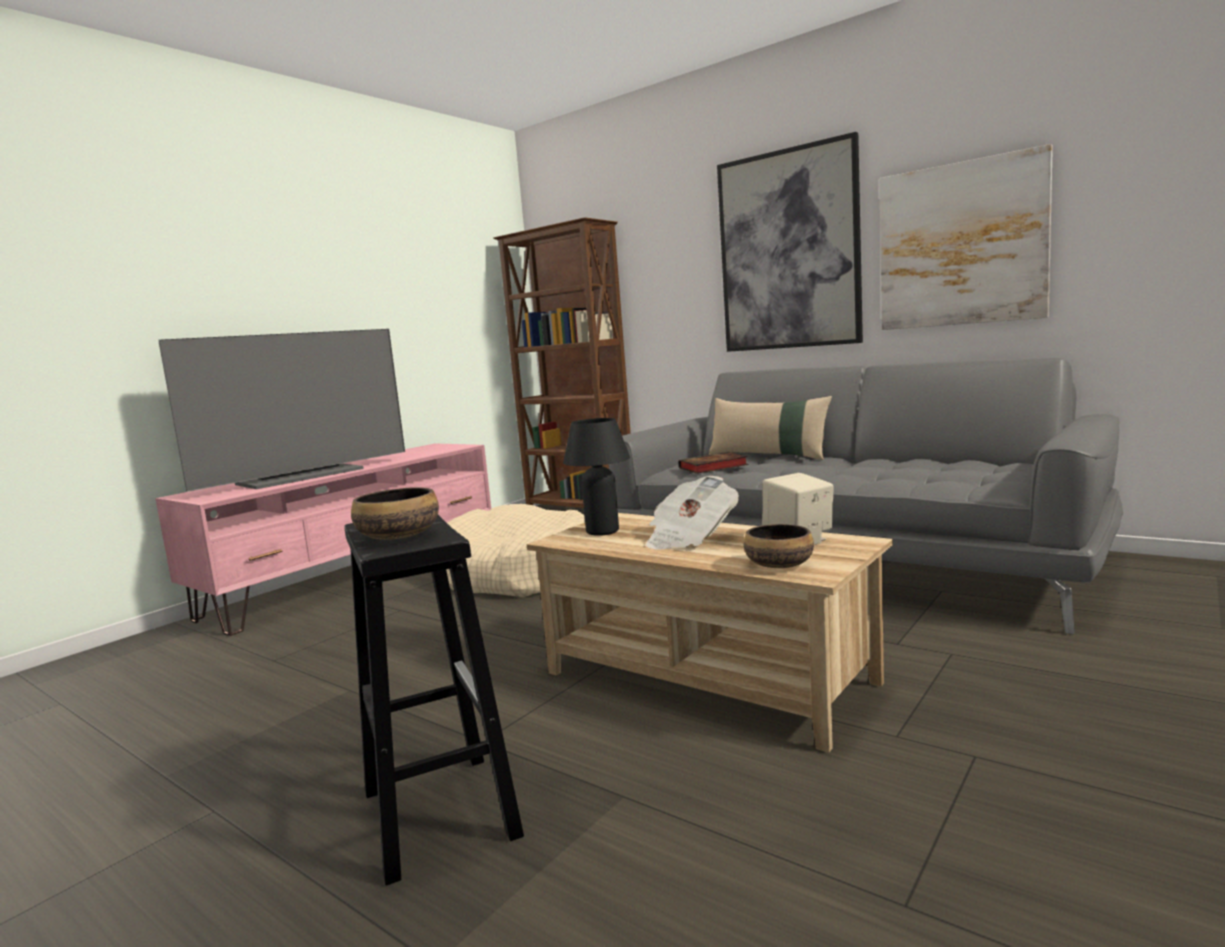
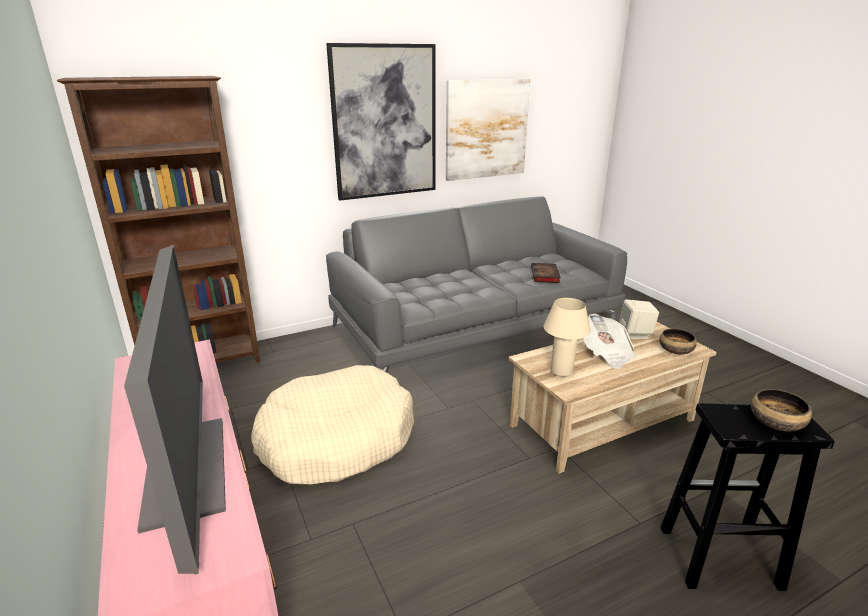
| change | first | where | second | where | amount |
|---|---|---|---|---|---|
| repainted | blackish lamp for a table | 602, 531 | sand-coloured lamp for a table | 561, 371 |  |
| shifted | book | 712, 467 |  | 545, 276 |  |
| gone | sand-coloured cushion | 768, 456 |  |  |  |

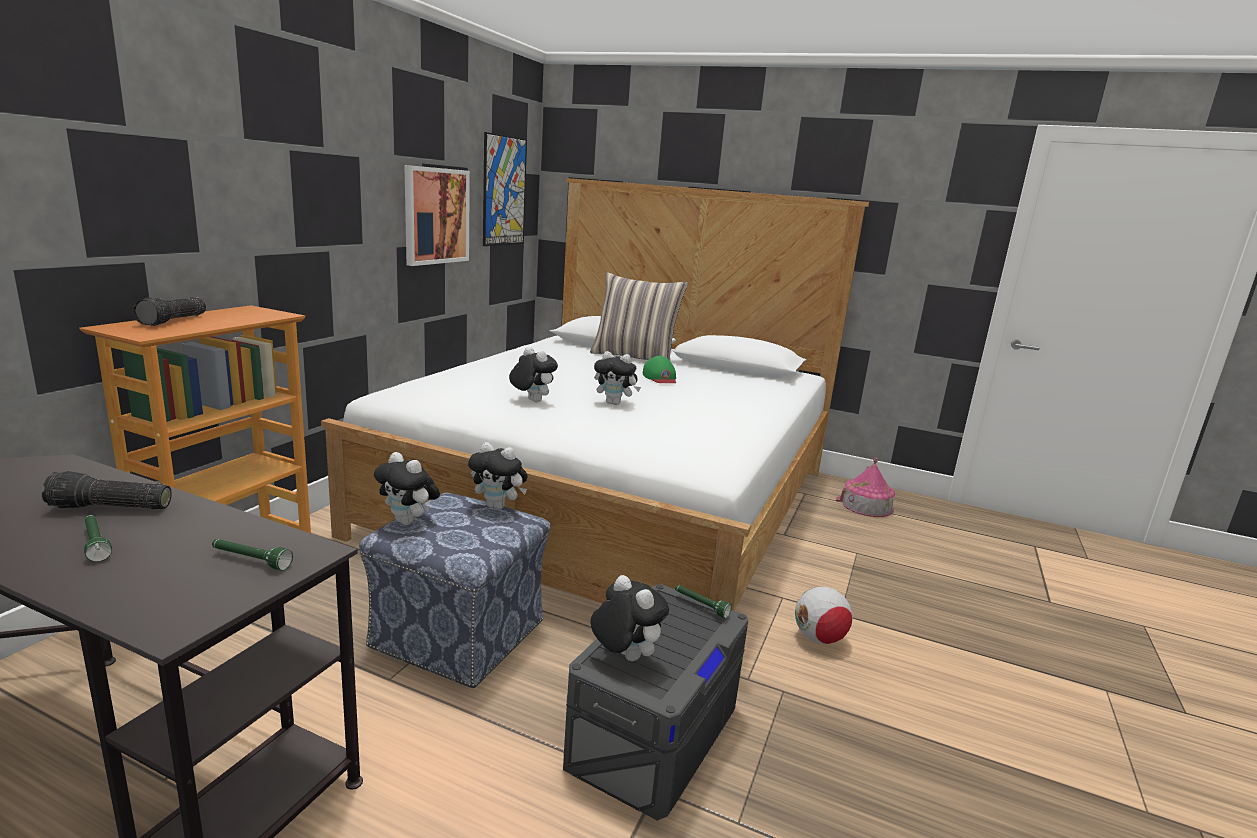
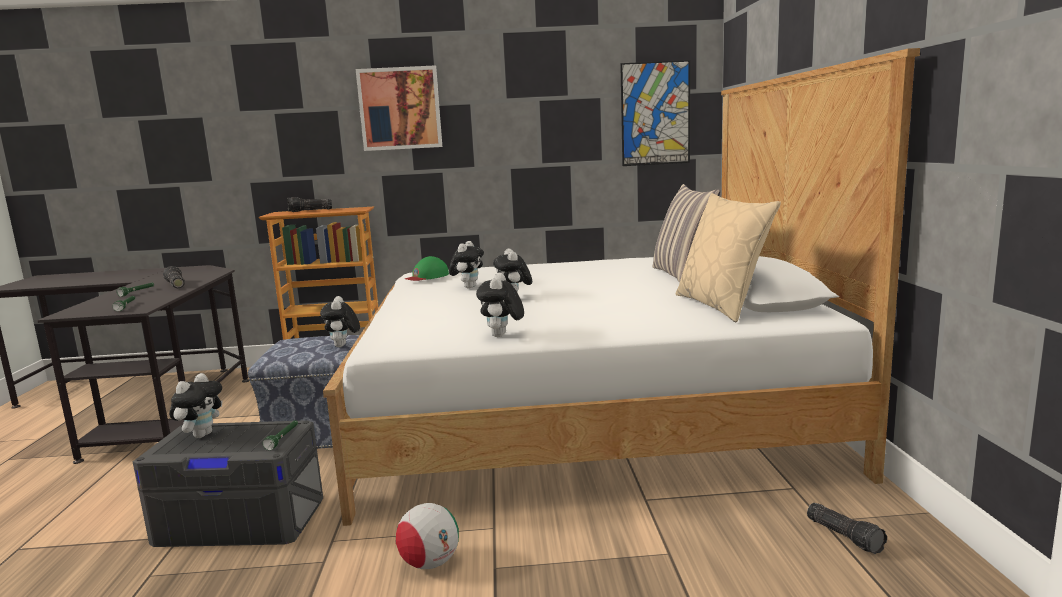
| change | first | where | second | where | amount |
|---|---|---|---|---|---|
| shifted | soft toy | 408, 521 |  | 502, 336 |  |
| shifted | picture | 436, 216 |  | 400, 108 |  |
| shifted | greenish cap | 660, 377 |  | 427, 276 |  |
| swapped | miniature house | 866, 505 | torch | 845, 536 |  |
| new |  |  | sand-coloured cushion | 722, 305 |  |

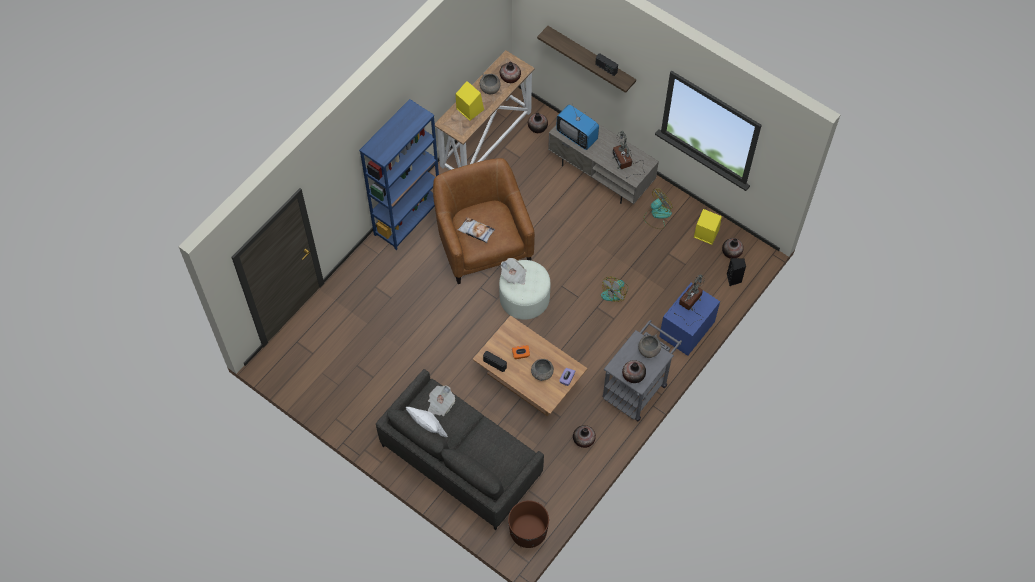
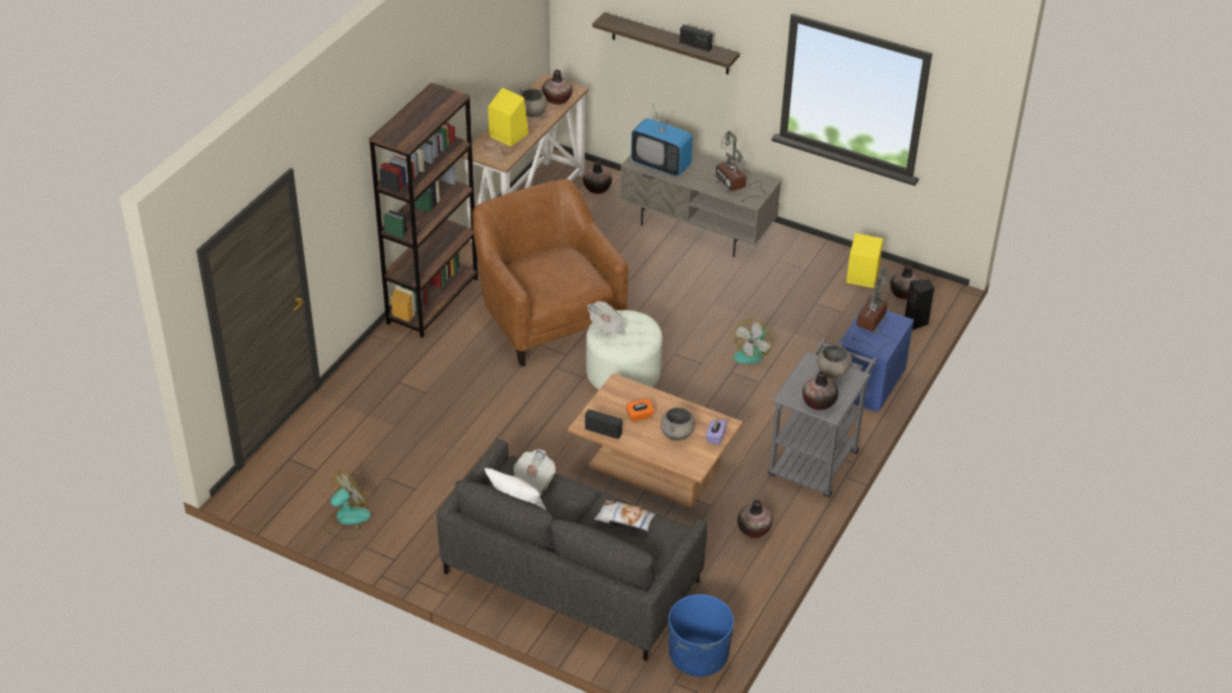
| change | first | where | second | where | amount |
|---|---|---|---|---|---|
| repainted | blue bookcase | 407, 218 | brown bookcase | 433, 300 |  |
| shifted | cushion | 476, 231 |  | 625, 519 |  |
| repainted | brown planter | 528, 531 | blue planter | 698, 656 |  |
| shifted | cooling fan | 657, 215 |  | 346, 520 |  |

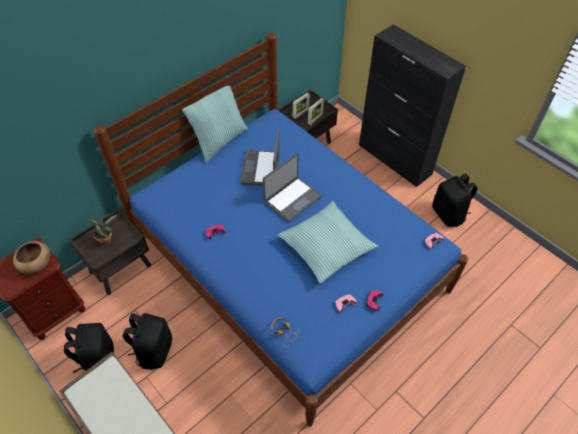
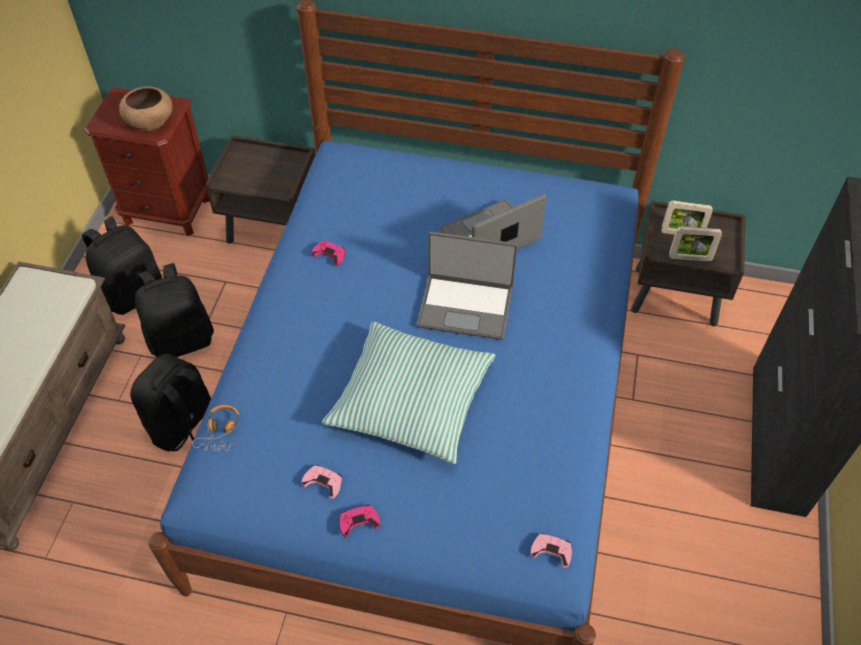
| change | first | where | second | where | amount |
|---|---|---|---|---|---|
| gone | houseplant | 107, 239 |  |  |  |
| gone | cushion | 219, 140 |  |  |  |
| shifted | blackish backpack | 449, 214 |  | 184, 426 |  |

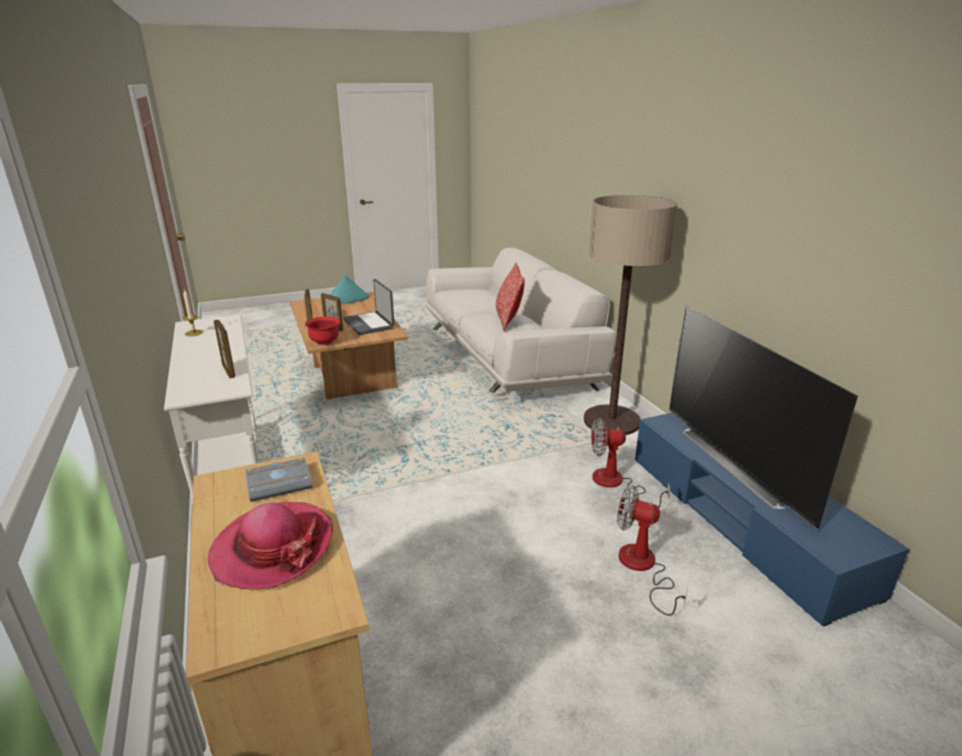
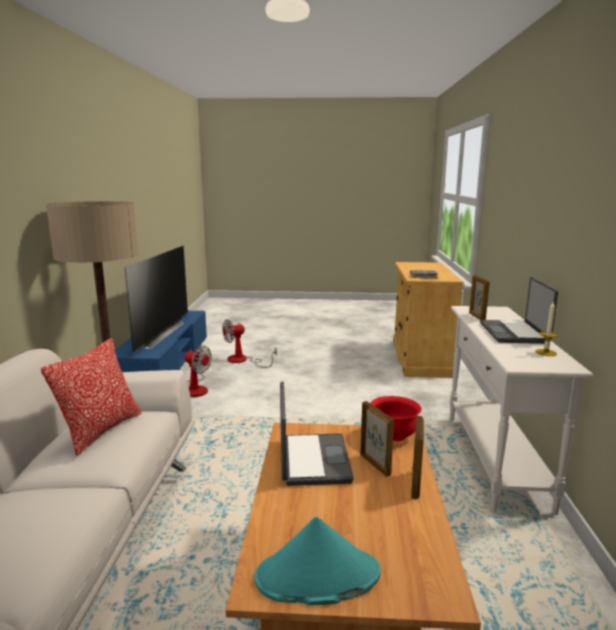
| change | first | where | second | where | amount |
|---|---|---|---|---|---|
| gone | wearable hat | 272, 548 |  |  |  |
| rotated | cooling fan | 642, 568 |  | 243, 360 | 105 degrees clockwise |
| new |  |  | portable computer | 514, 333 |  |

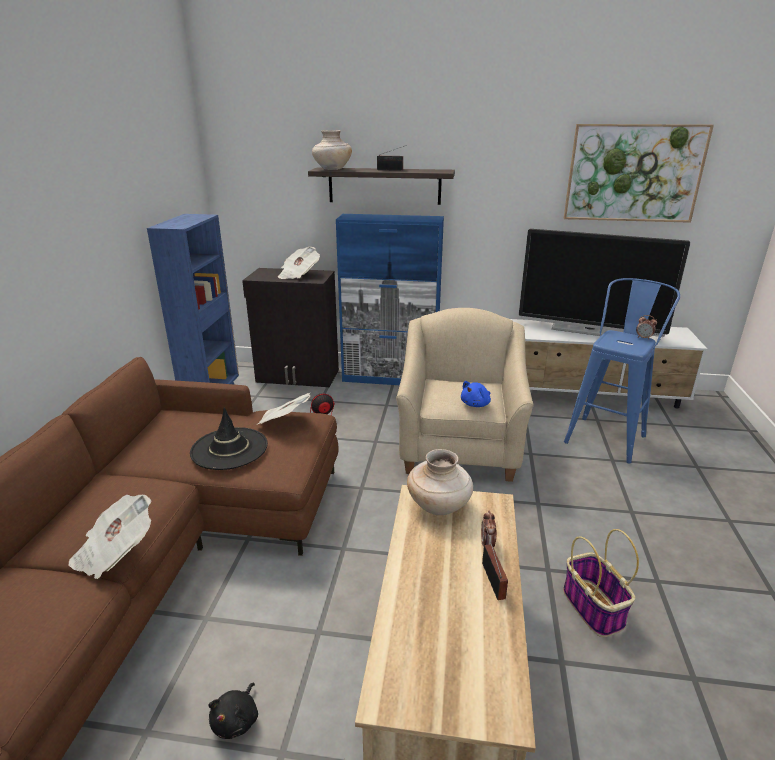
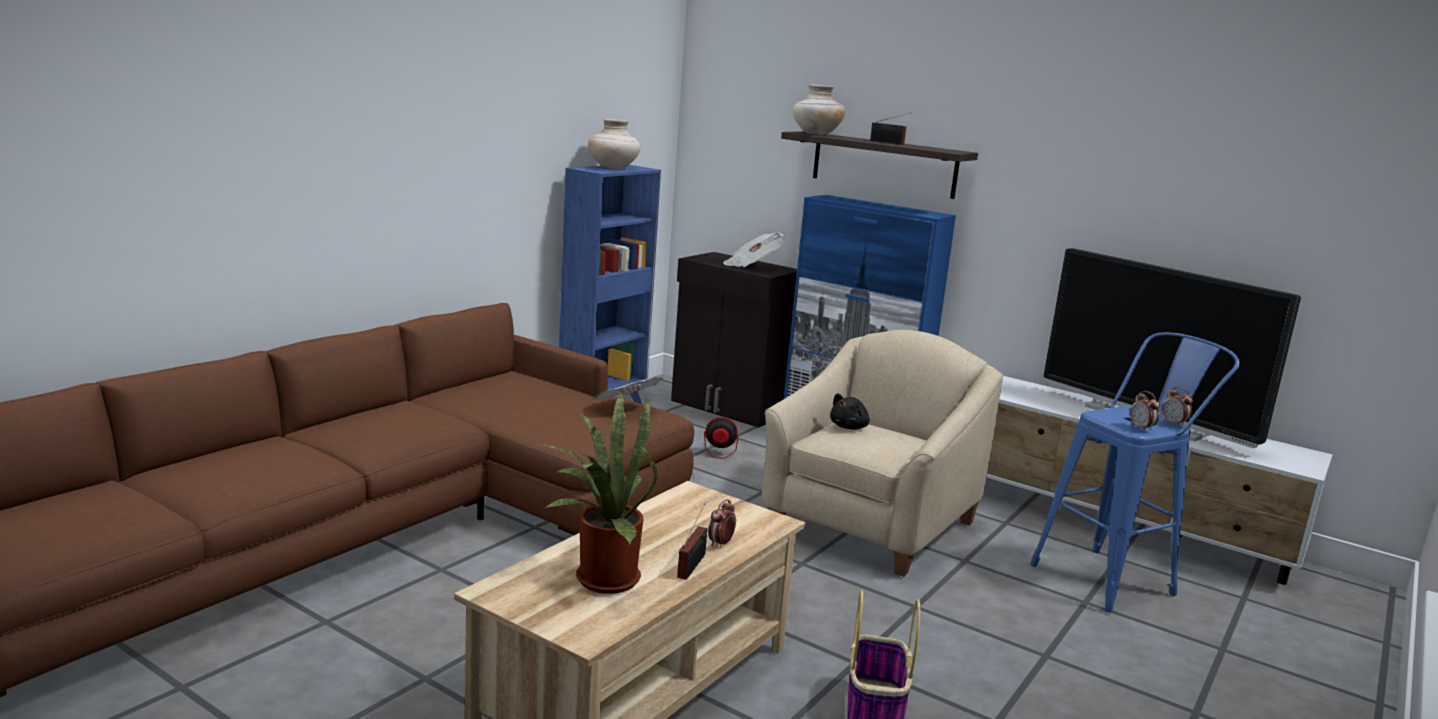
| change | first | where | second | where | amount |
|---|---|---|---|---|---|
| gone | printed paper | 115, 552 |  |  |  |
| gone | blackish wearable hat | 229, 449 |  |  |  |
| shifted | blackish soft toy | 237, 720 |  | 850, 427 |  |
| shifted | sand-coloured decorative vase | 439, 506 |  | 613, 168 |  |
| gone | blue soft toy | 476, 404 |  |  |  |
| gone | picture | 633, 173 |  |  |  |
| new |  |  | houseplant | 600, 579 |  |
| new |  |  | table clock | 1141, 428 |  |

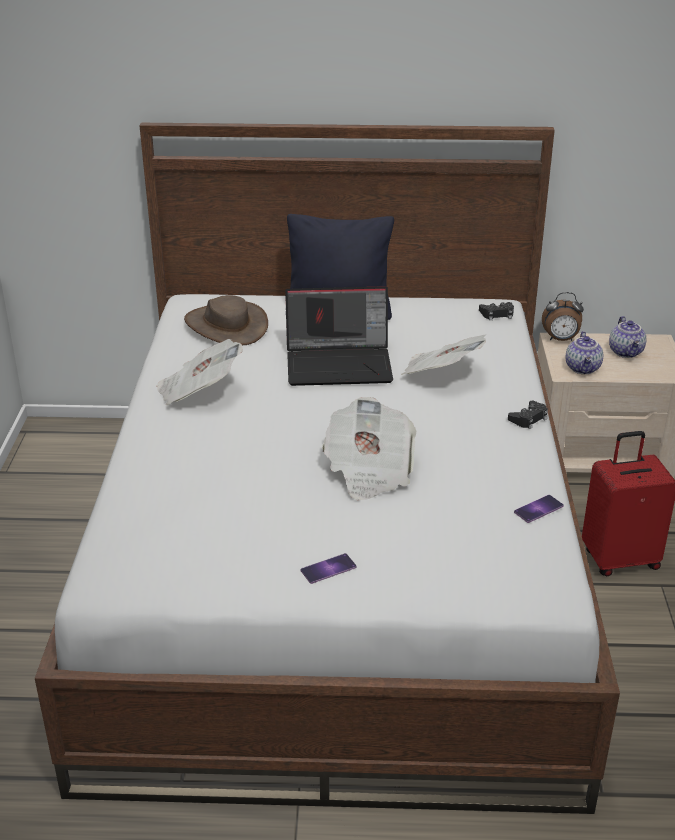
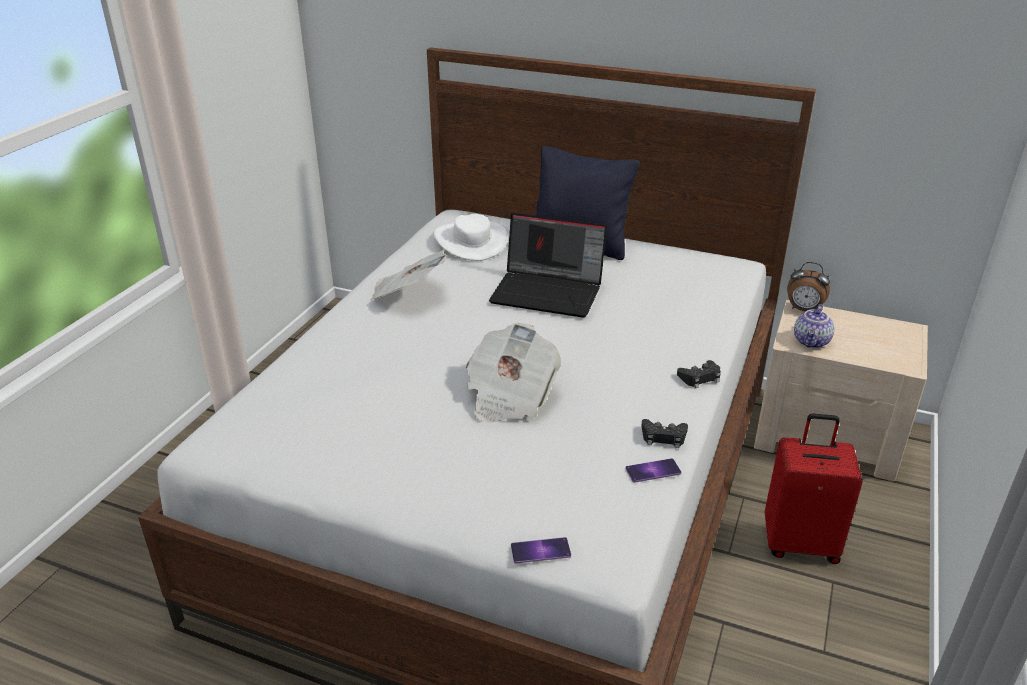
| change | first | where | second | where | amount |
|---|---|---|---|---|---|
| repainted | brown wearable hat | 226, 325 | white wearable hat | 471, 241 |  |
| shifted | handset | 328, 569 |  | 540, 550 |  |
| gone | printed paper | 441, 374 |  |  |  |
| shifted | blackish joypad | 497, 314 |  | 663, 437 |  |
| gone | pot for tea | 626, 352 |  |  |  |

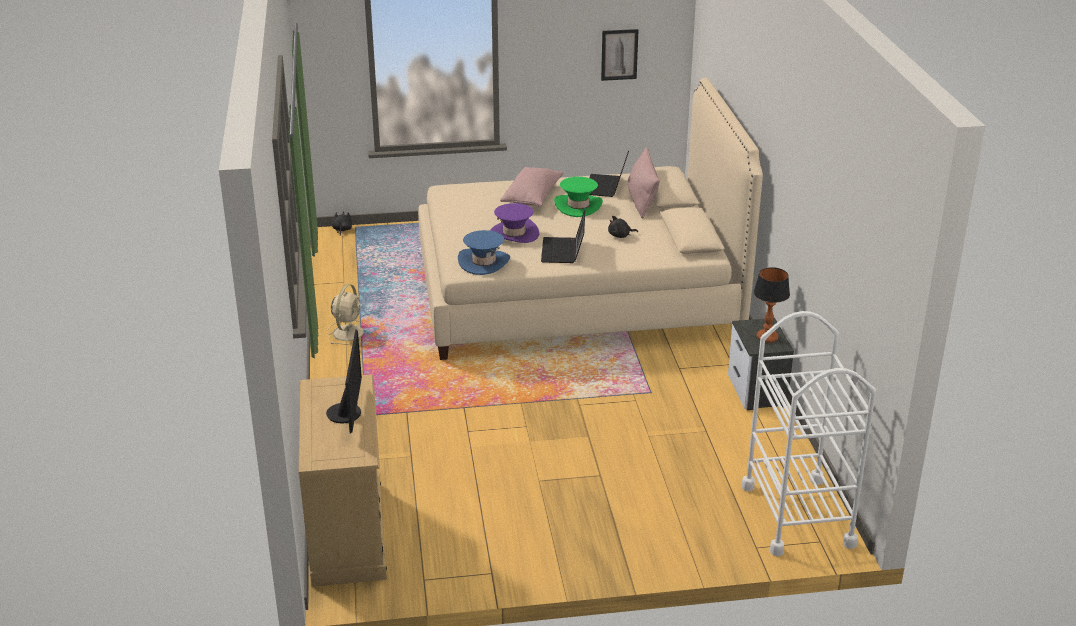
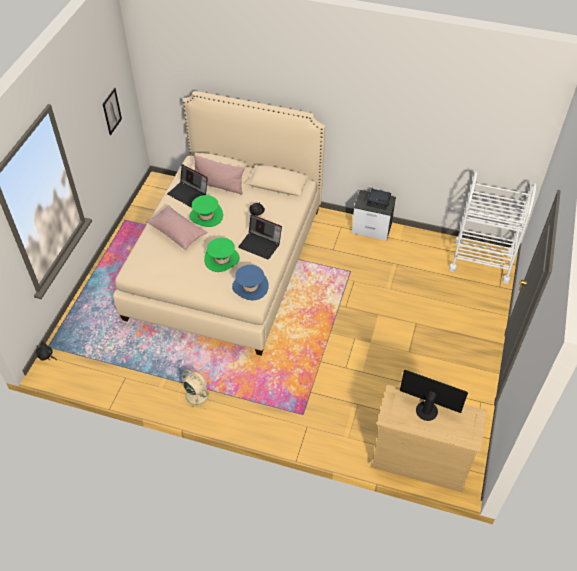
| change | first | where | second | where | amount |
|---|---|---|---|---|---|
| repainted | purple wearable hat | 514, 234 | greenish wearable hat | 222, 259 |  |
| swapped | lamp for a table | 767, 338 | table clock | 378, 201 |  |

